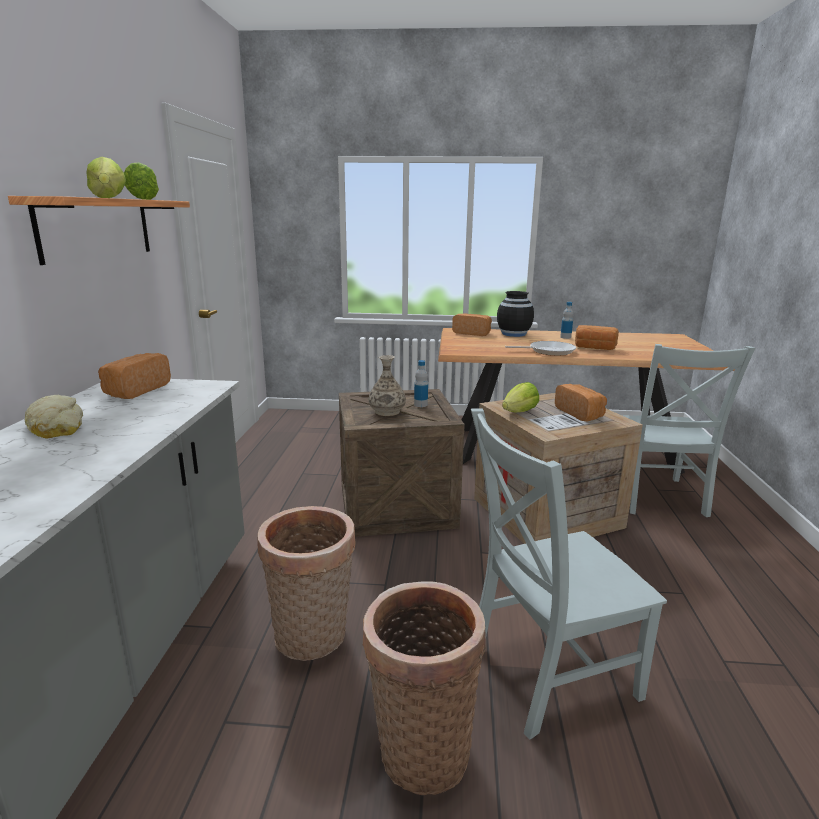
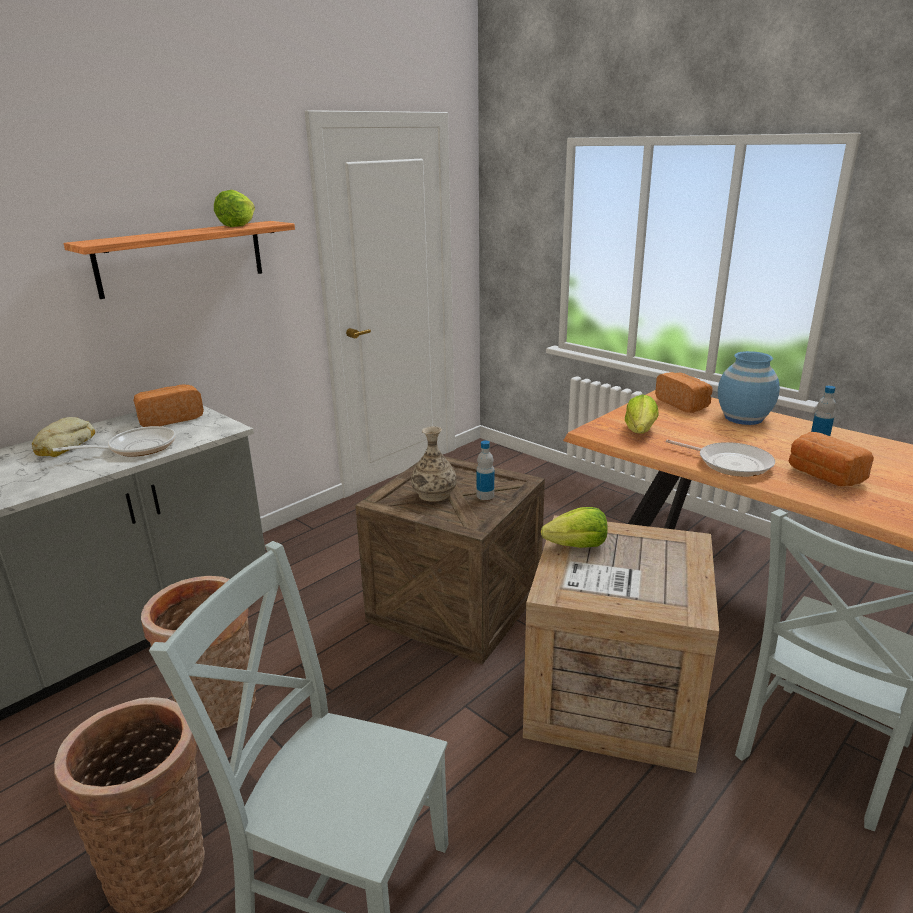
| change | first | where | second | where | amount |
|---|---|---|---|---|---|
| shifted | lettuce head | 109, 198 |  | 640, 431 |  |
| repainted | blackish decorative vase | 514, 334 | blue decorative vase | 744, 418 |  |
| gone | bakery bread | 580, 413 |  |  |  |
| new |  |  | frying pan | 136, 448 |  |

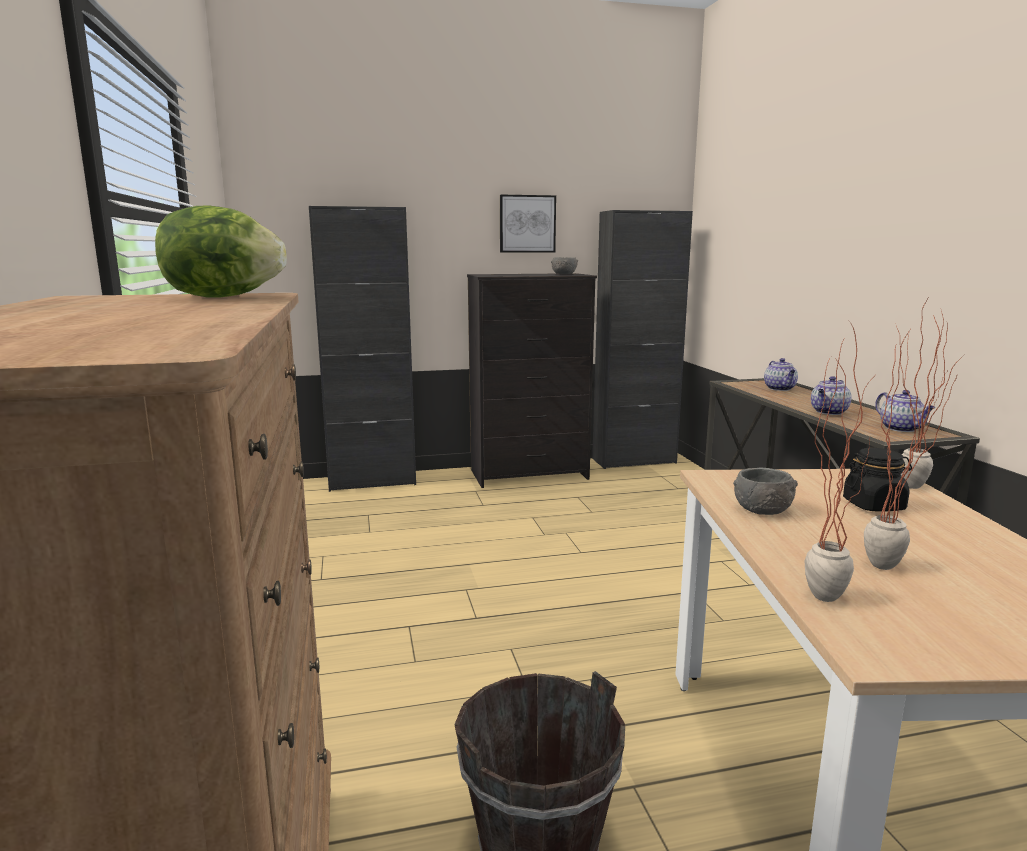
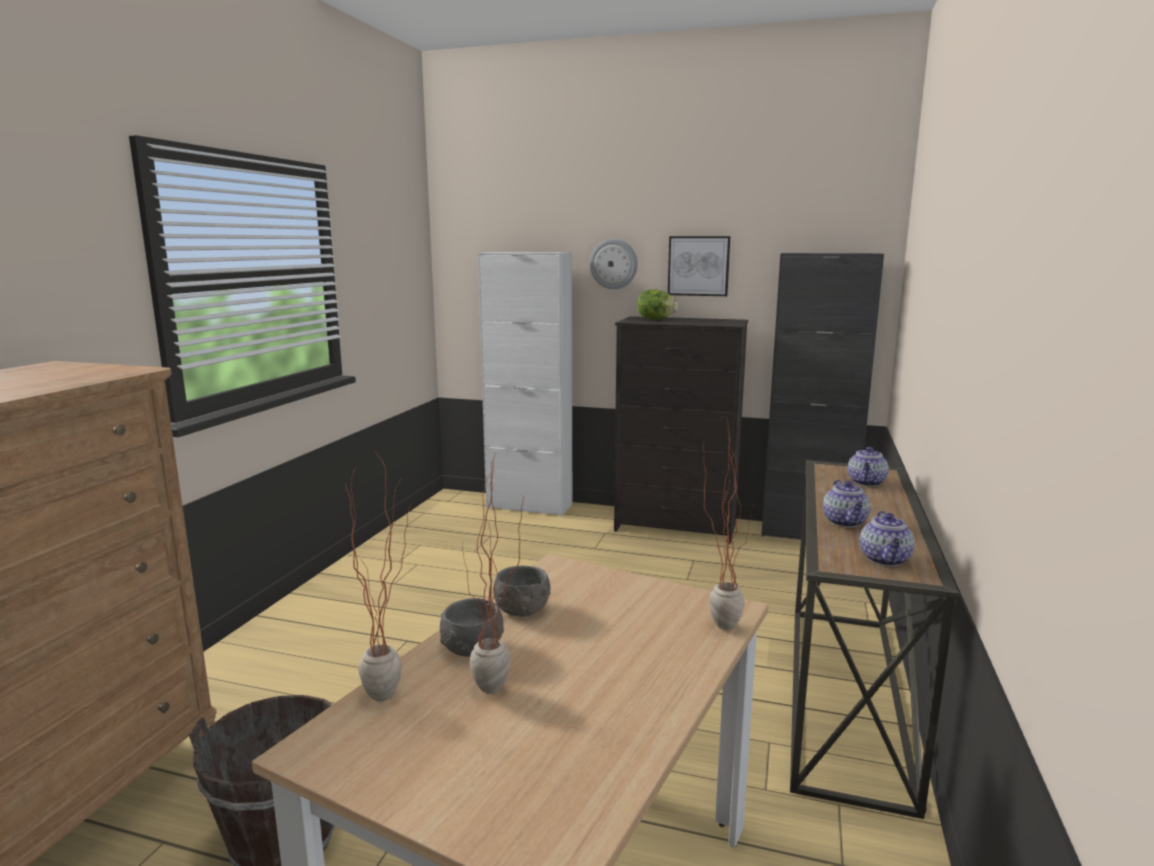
| change | first | where | second | where | amount |
|---|---|---|---|---|---|
| shifted | lettuce head | 223, 297 |  | 656, 319 |  |
| repainted | blackish cabinet | 372, 482 | white cabinet | 529, 506 |  |
| shifted | grey bowl | 564, 274 |  | 472, 647 |  |
| rotated | pot for tea | 829, 412 |  | 845, 522 | 75 degrees counterclockwise |
| gone | blackish preserve jar | 874, 505 |  |  |  |
| new |  |  | clock on the wall | 614, 264 |  |

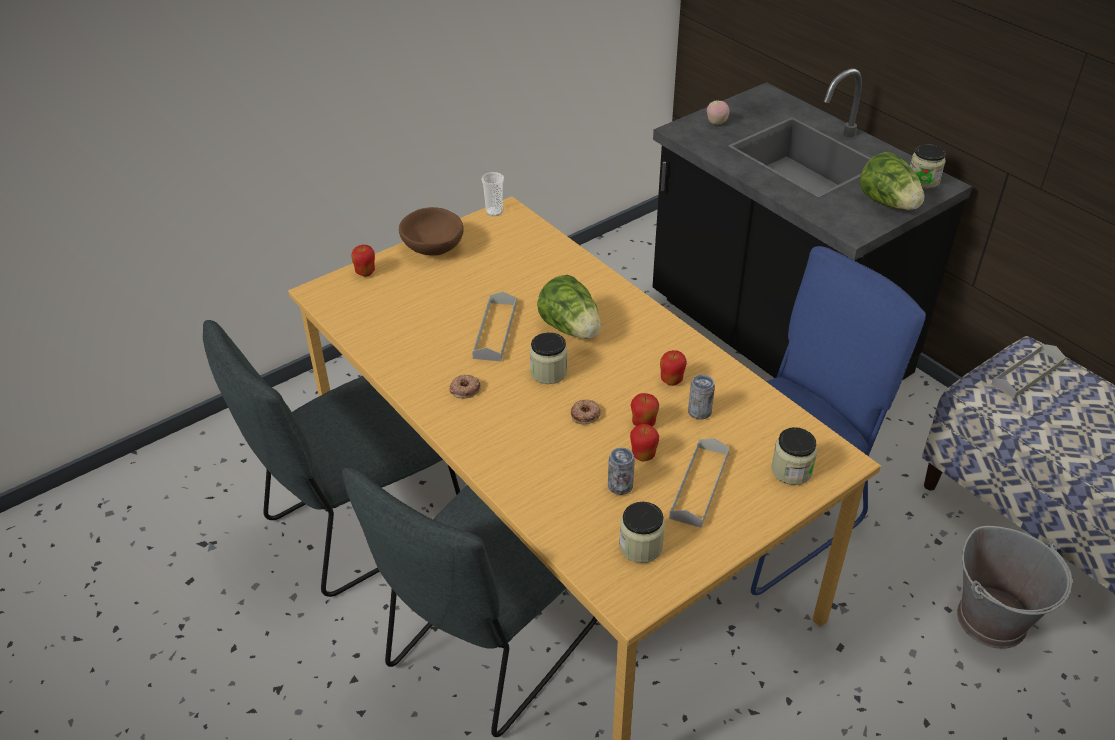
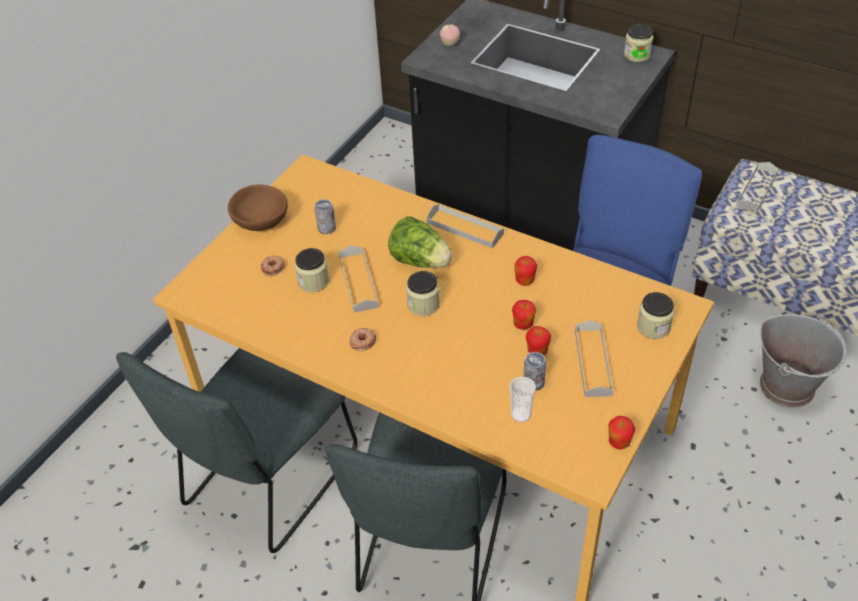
| change | first | where | second | where | amount |
|---|---|---|---|---|---|
| shifted | whole apple | 365, 272 |  | 619, 442 |  |
| shifted | drinking cup | 494, 211 |  | 521, 414 |  |
| shifted | doughnut | 585, 414 |  | 273, 267 |  |
| shifted | preserve jar | 640, 546 |  | 313, 281 |  |
| shifted | metal can | 699, 412 |  | 327, 228 |  |
| gone | lettuce head | 888, 203 |  |  |  |
| new |  |  | grey tray | 464, 228 |  |

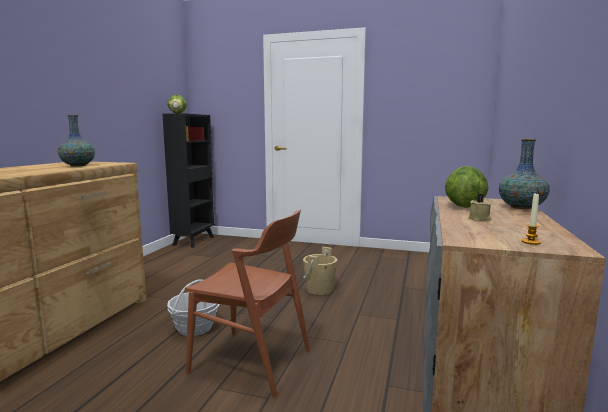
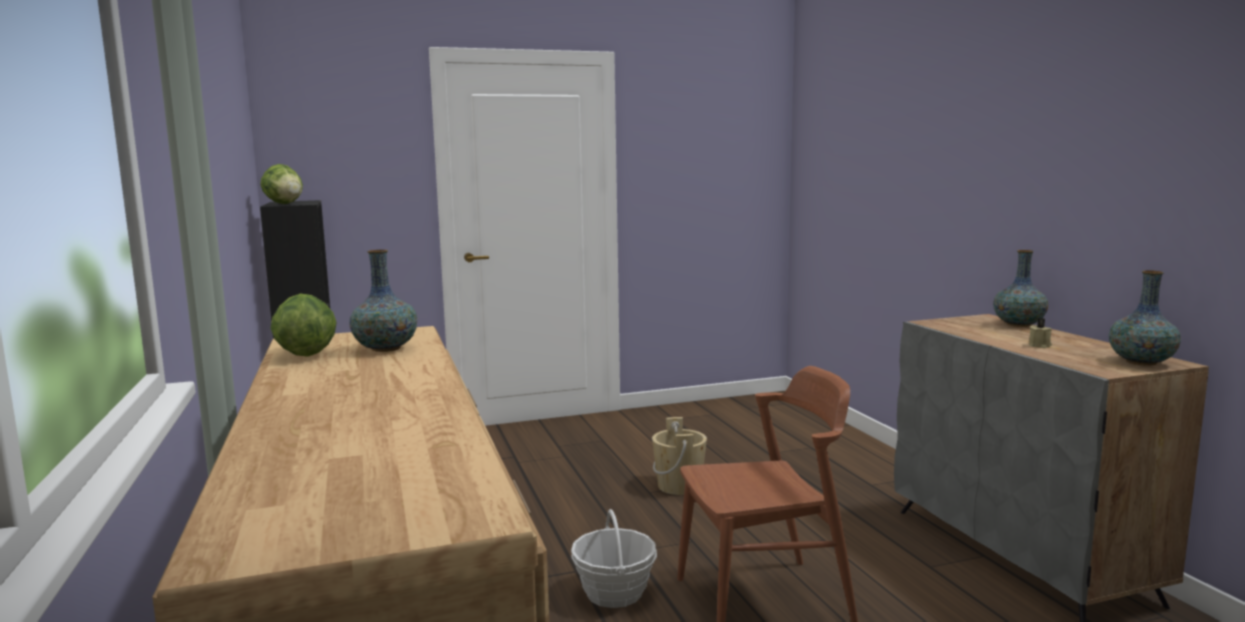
| change | first | where | second | where | amount |
|---|---|---|---|---|---|
| shifted | lettuce head | 463, 206 |  | 305, 354 |  |
| swapped | candle | 531, 242 | decorative vase | 1141, 362 |  |

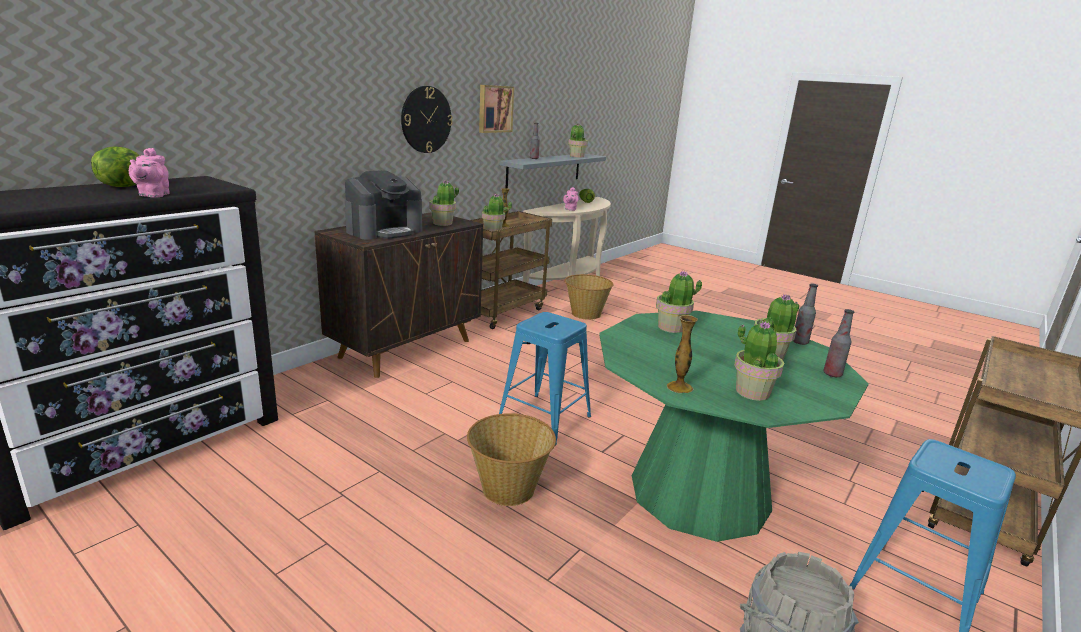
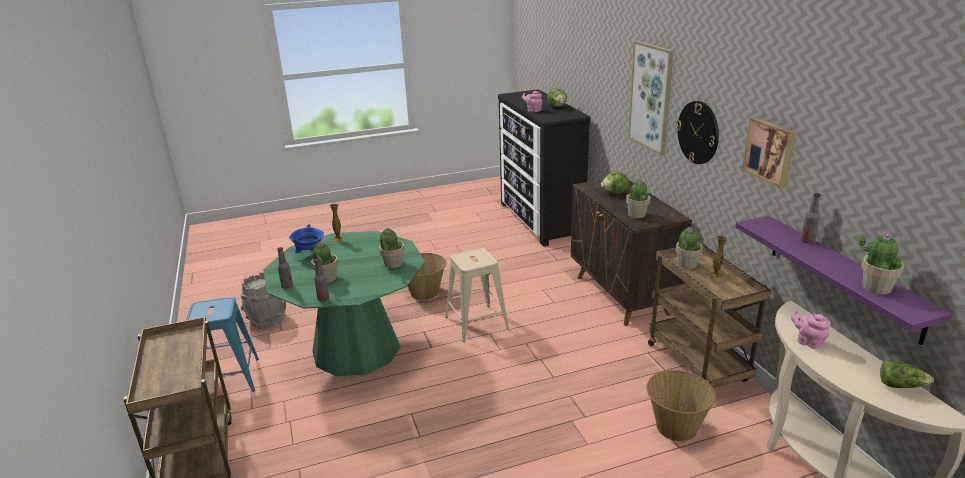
| change | first | where | second | where | amount |
|---|---|---|---|---|---|
| swapped | coffee machine | 384, 231 | lettuce head | 615, 193 |  |
| repainted | blue stool seat | 544, 419 | sand-coloured stool seat | 476, 323 |  |
| repainted | grey bracket shelf | 544, 170 | purple bracket shelf | 843, 276 |  |
| swapped | houseplant | 752, 392 | blue saucepot | 310, 255 |  |
| new |  |  | picture | 651, 97 |  |

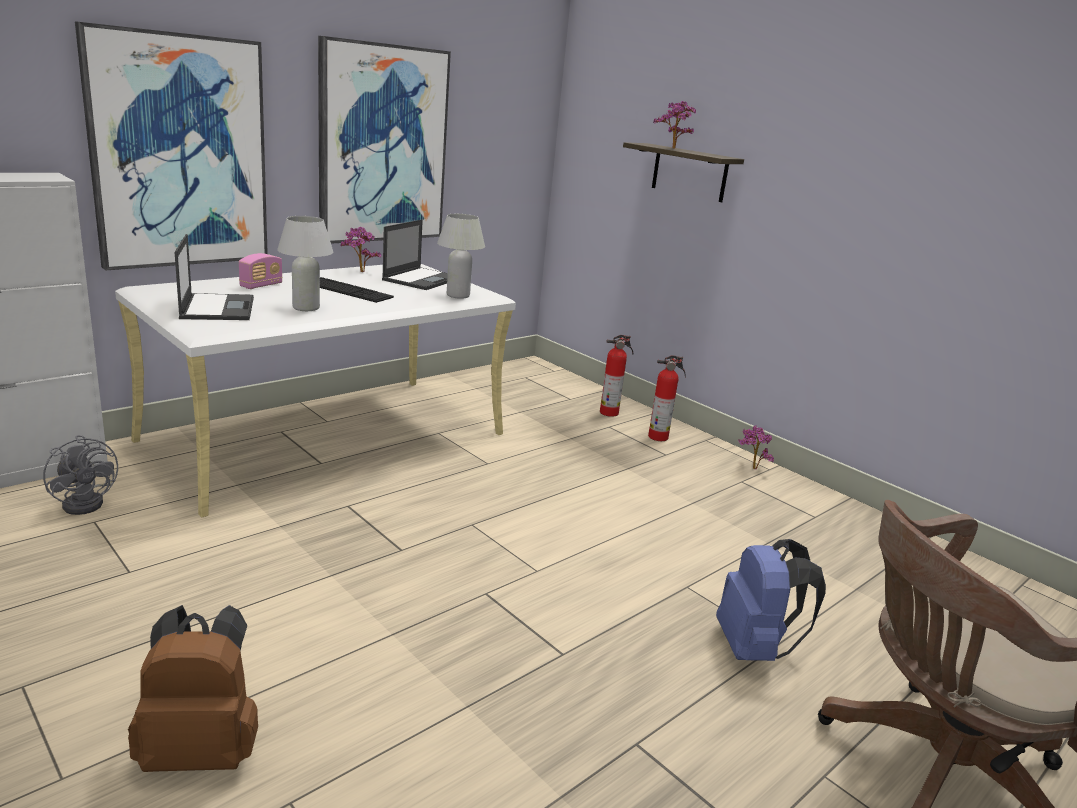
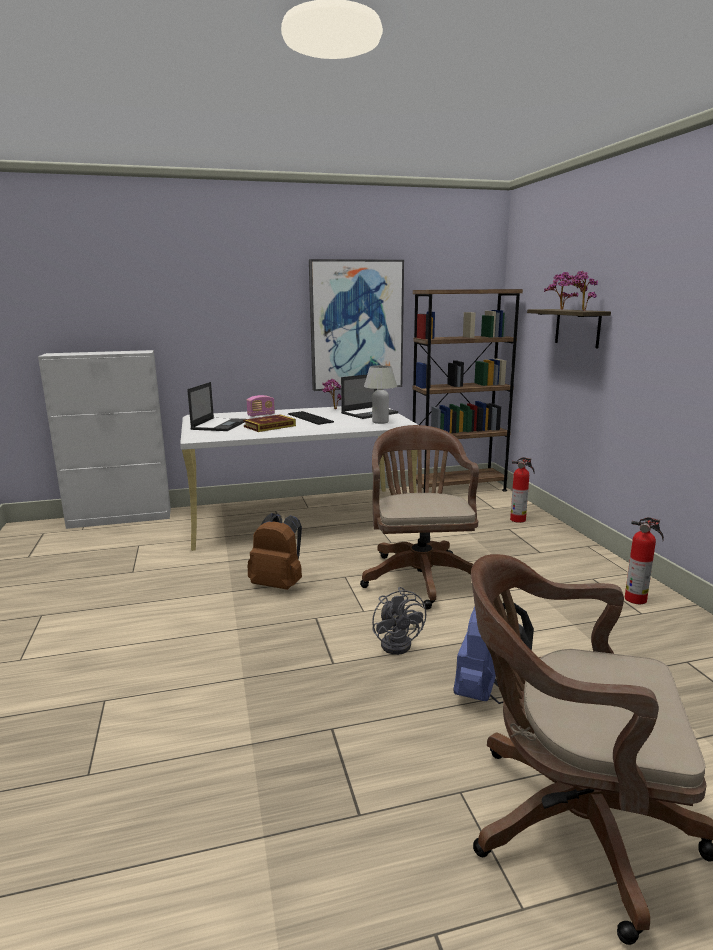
| change | first | where | second | where | amount |
|---|---|---|---|---|---|
| shifted | grey cooling fan | 88, 502 |  | 399, 643 |  |
| gone | picture | 179, 152 |  |  |  |
| shifted | brown backpack | 202, 750 |  | 279, 585 |  |
| swapped | white lamp for a table | 306, 308 | book | 269, 426 |  |
| shifted | fire extinguisher | 659, 437 |  | 637, 599 |  |
| shifted | houseplant | 751, 468 |  | 580, 310 |  |
| new |  |  | brown office chair | 419, 575 |  |
| new |  |  | brown bookcase | 458, 489 |  |

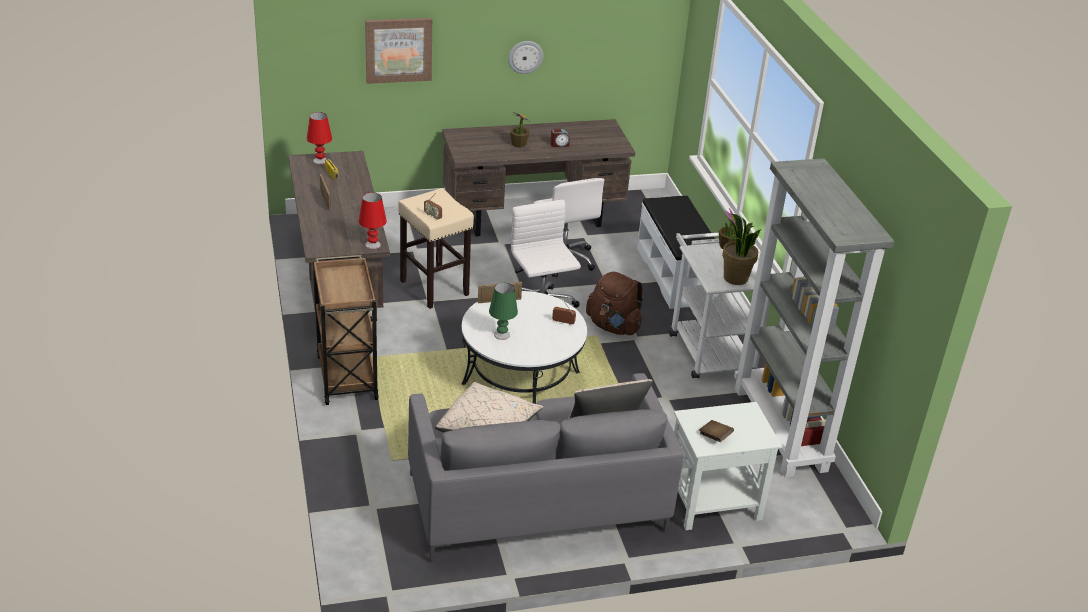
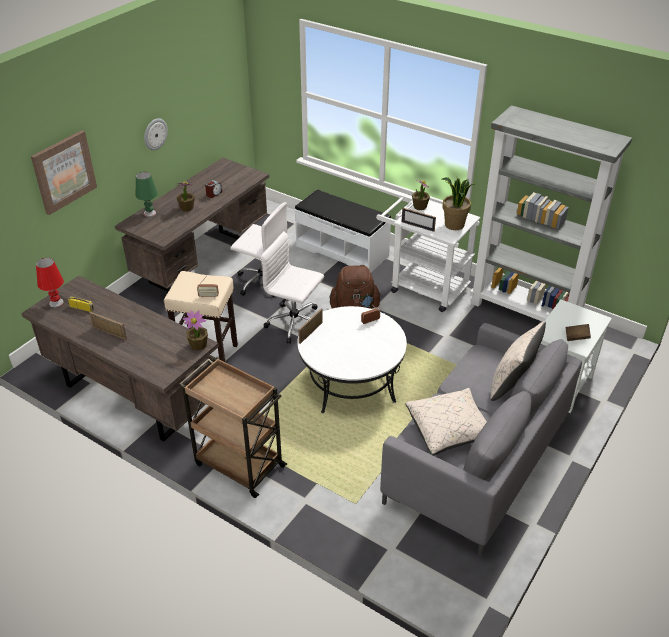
| change | first | where | second | where | amount |
|---|---|---|---|---|---|
| swapped | red-coloured lamp for a table | 373, 244 | houseplant | 198, 345 |  |
| shifted | greenish lamp for a table | 502, 335 |  | 150, 213 |  |
| new |  |  | picture frame | 417, 226 |  |

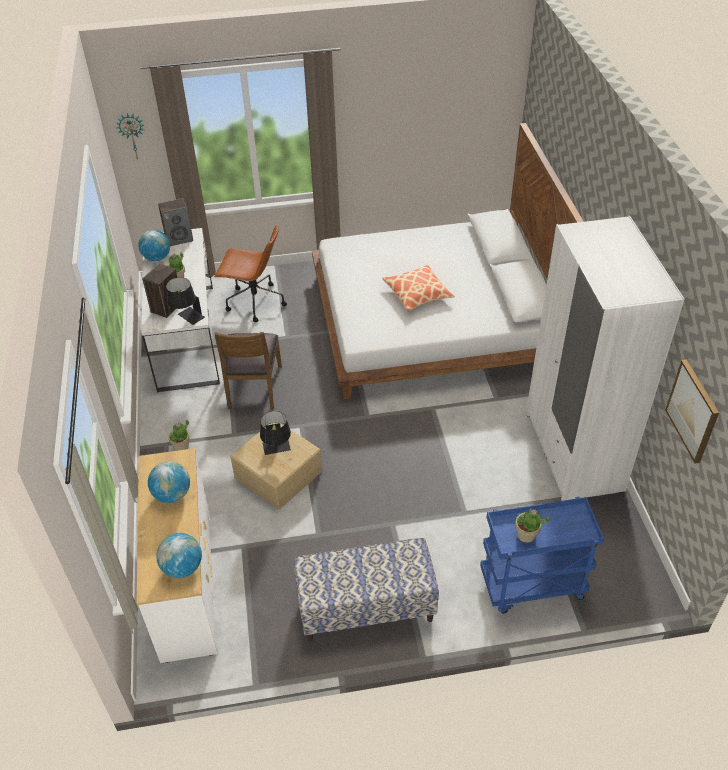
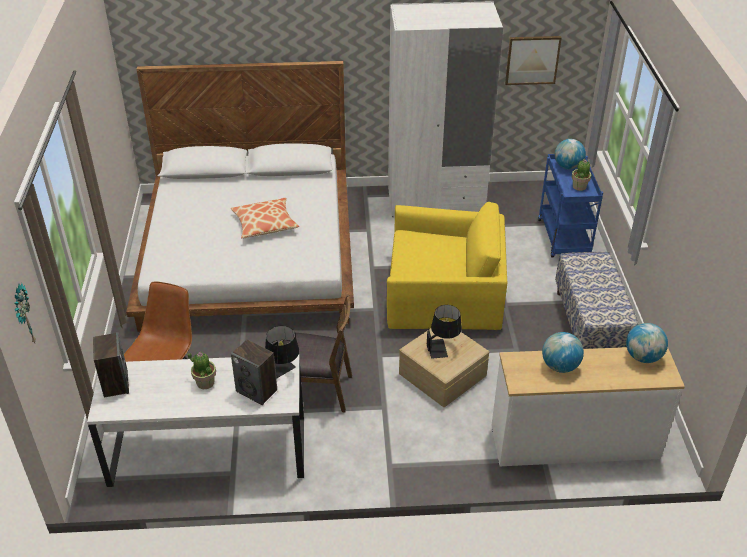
| change | first | where | second | where | amount |
|---|---|---|---|---|---|
| shifted | globe | 157, 258 |  | 568, 167 |  |
| gone | houseplant | 181, 446 |  |  |  |
| new |  |  | yellow armchair | 444, 293 |  |

